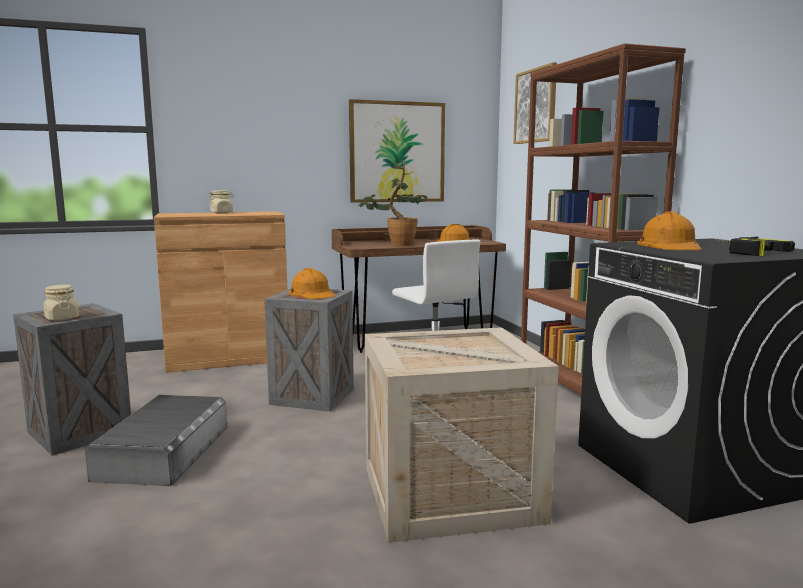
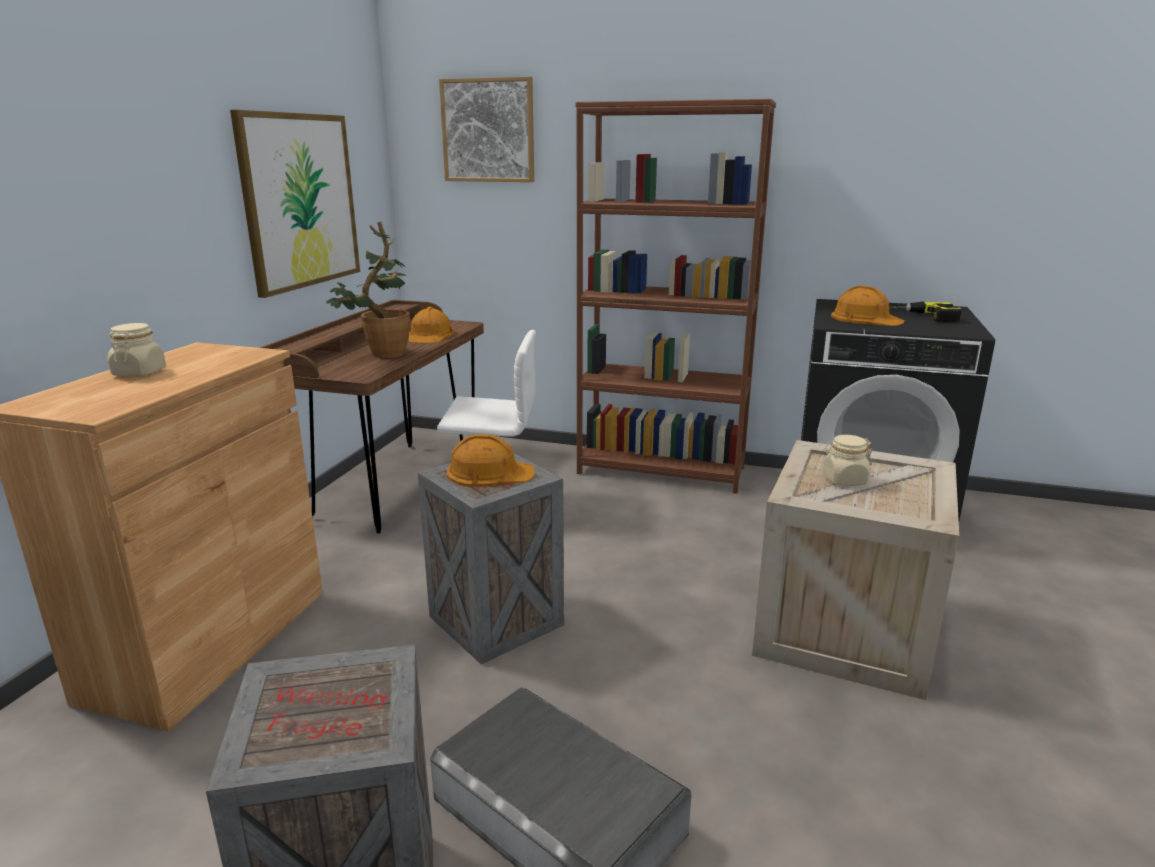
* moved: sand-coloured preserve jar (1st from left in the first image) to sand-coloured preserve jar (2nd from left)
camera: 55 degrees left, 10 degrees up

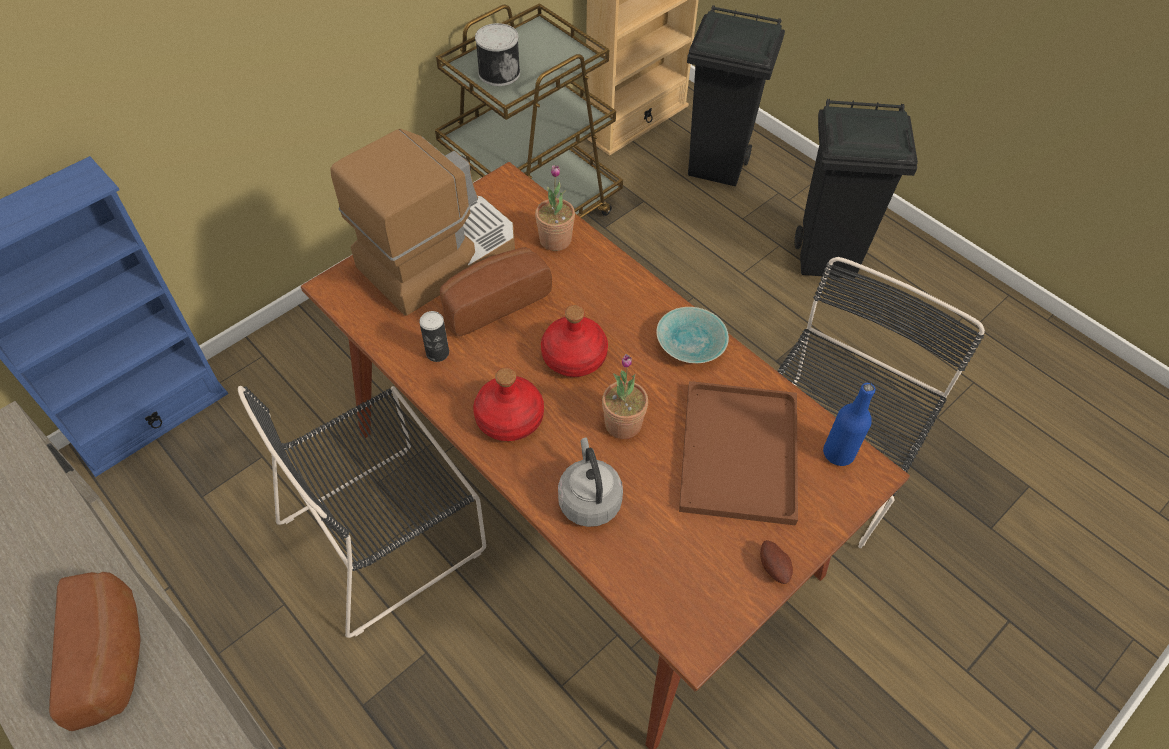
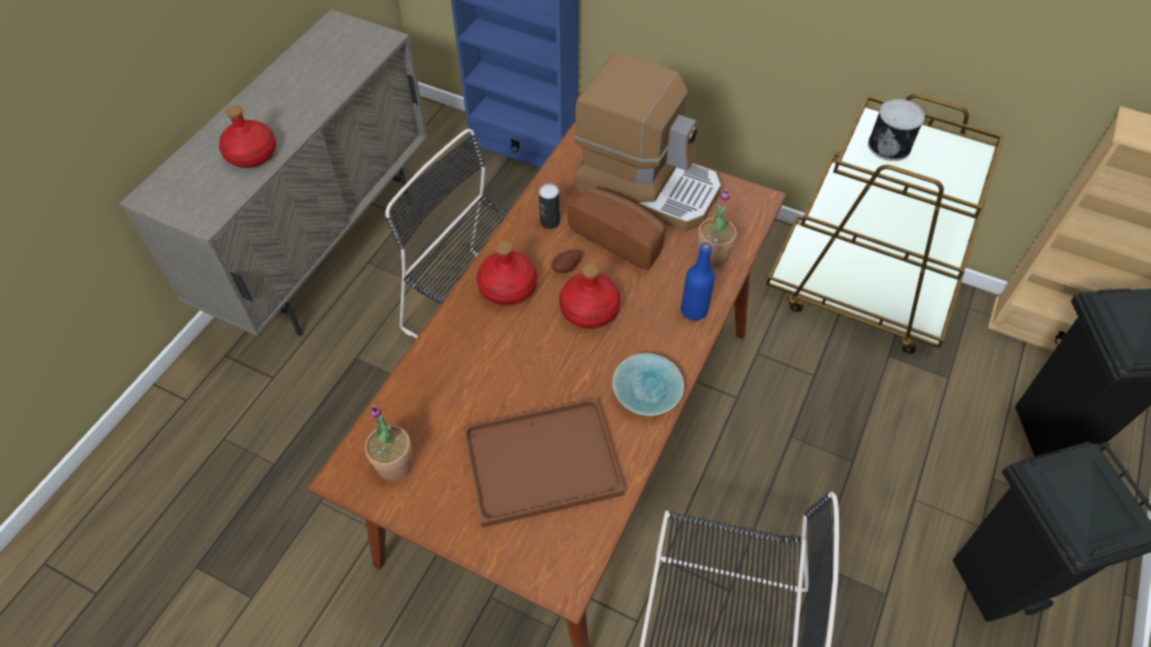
* moved: houseplant (2nd from left in the first image) to houseplant (1st from left)
* moved: bluish beverage bottle
* removed: greyish kettle
* moved: spud
* replaced: bakery bread (1st from left) to red beverage bottle (1st from left)
camera: 70 degrees right, 0 degrees up

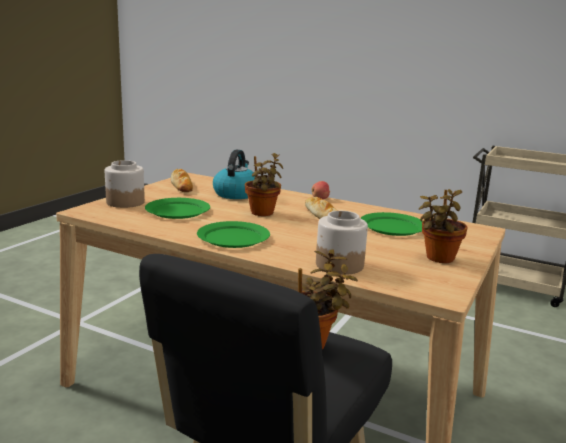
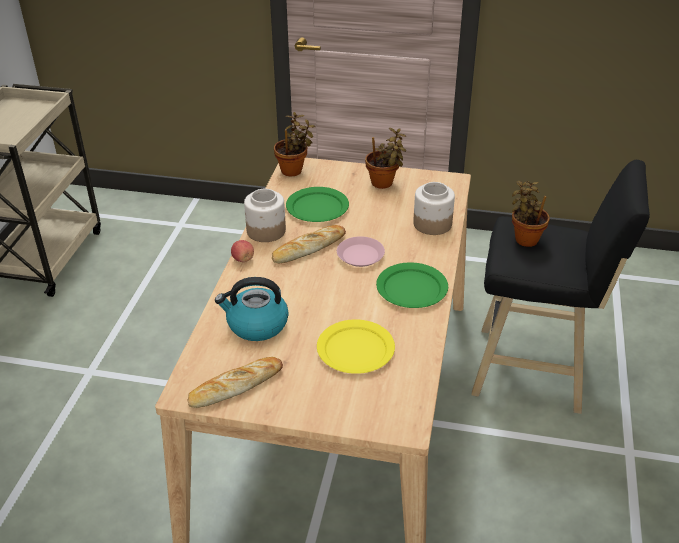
* moved: houseplant (1st from left)
* moved: preserve jar (1st from left)
* recoloured: green-coloured plate (1st from left) to yellow plate
* added: pink-coloured plate
camera: 105 degrees left, 20 degrees up

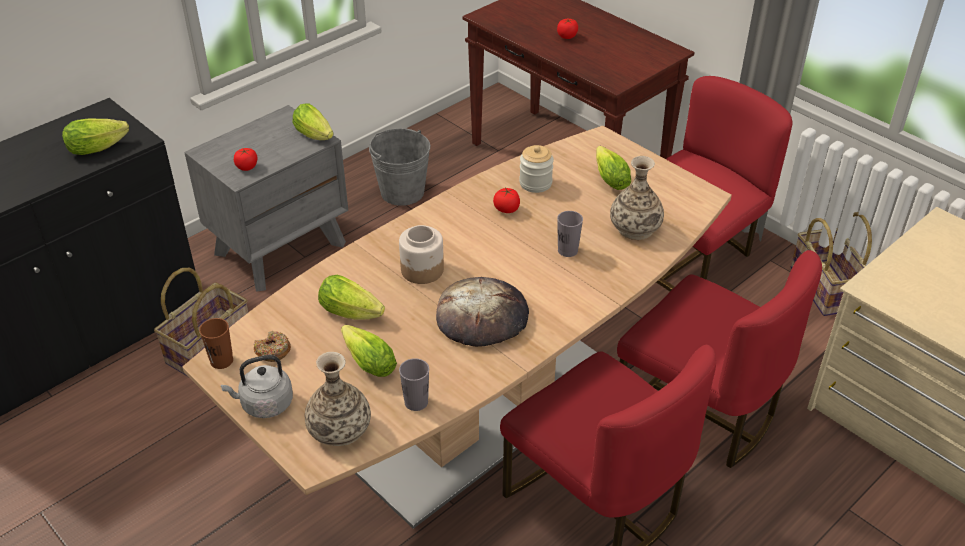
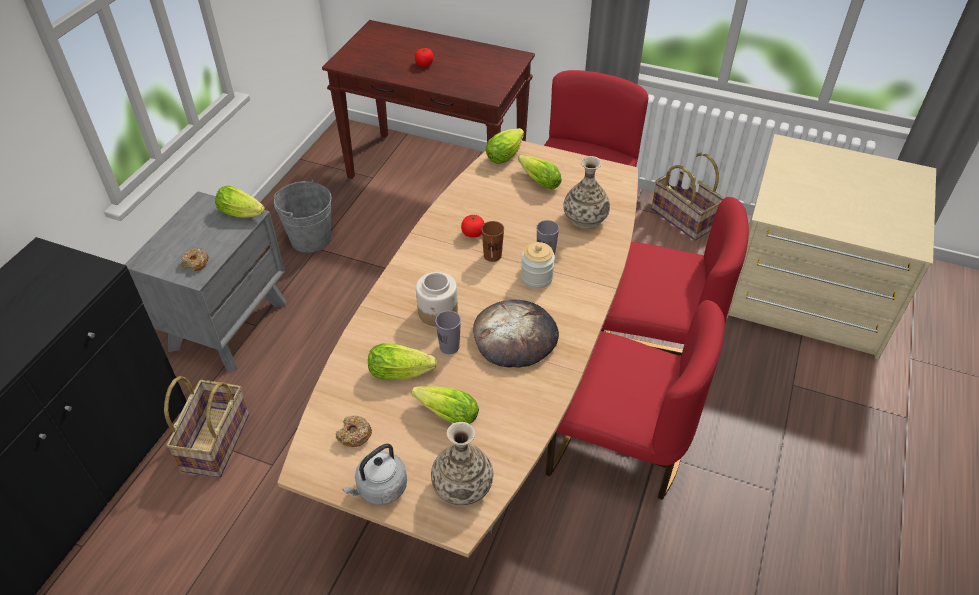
* moved: lettuce head (1st from left in the first image) to lettuce head (4th from left)
* moved: preserve jar (2nd from left)
* replaced: fresh tomato (1st from left) to doughnut (1st from left)
* moved: brown-coloured cup
* moved: greyish cup (1st from left)
camera: 25 degrees left, 5 degrees up

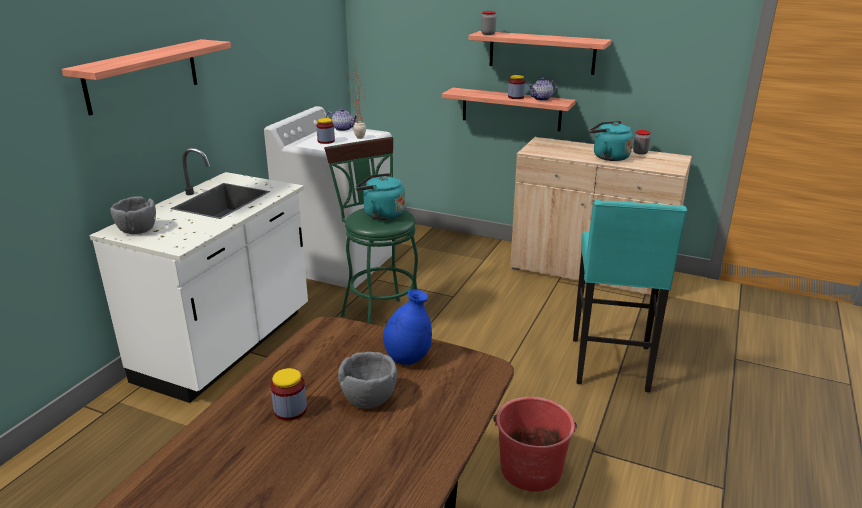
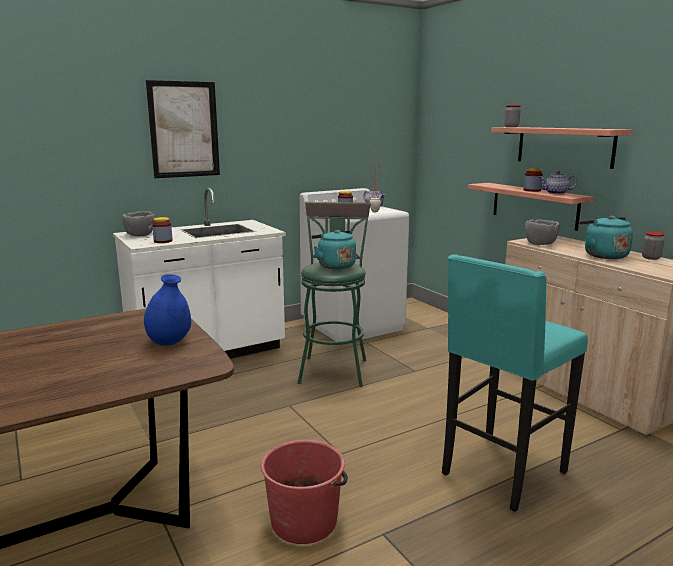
* replaced: bracket shelf (1st from left) to wall picture
* moved: greyish serving bowl (2nd from left)
* moved: preserve jar (1st from left)
camera: 35 degrees right, 10 degrees down

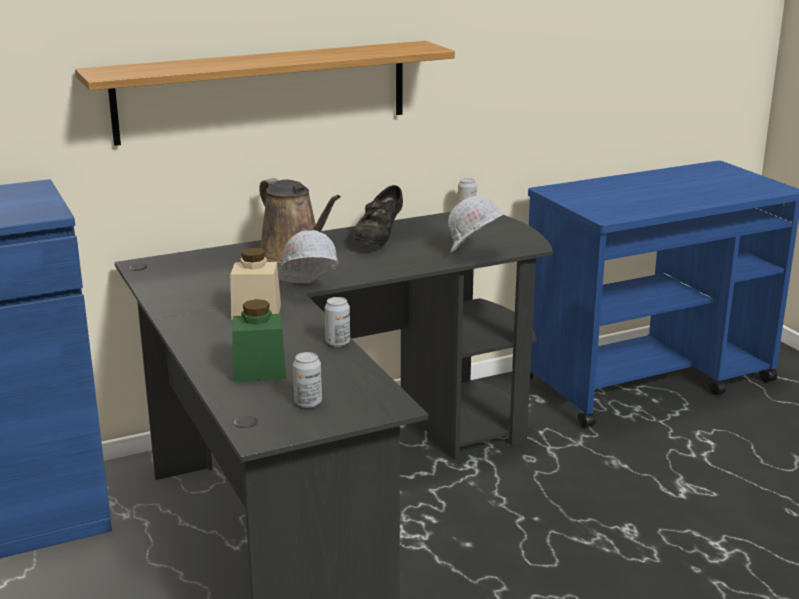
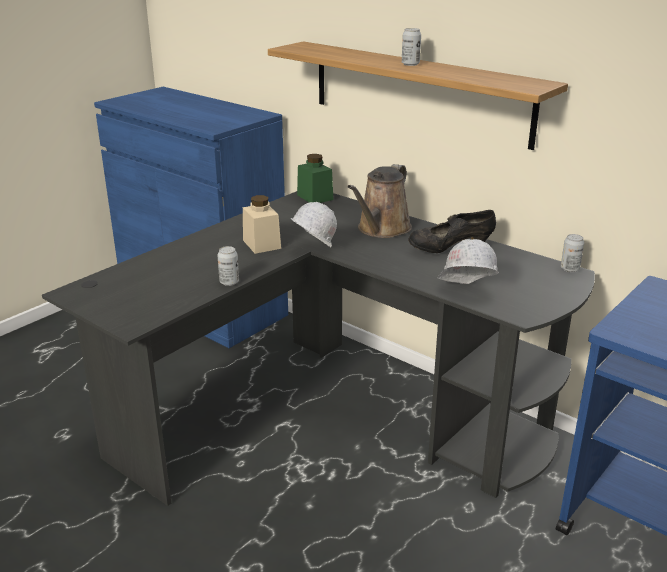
* moved: green-coloured preserve jar
* moved: sealed can (1st from left in the first image) to sealed can (2nd from left)
camera: 65 degrees right, 5 degrees up

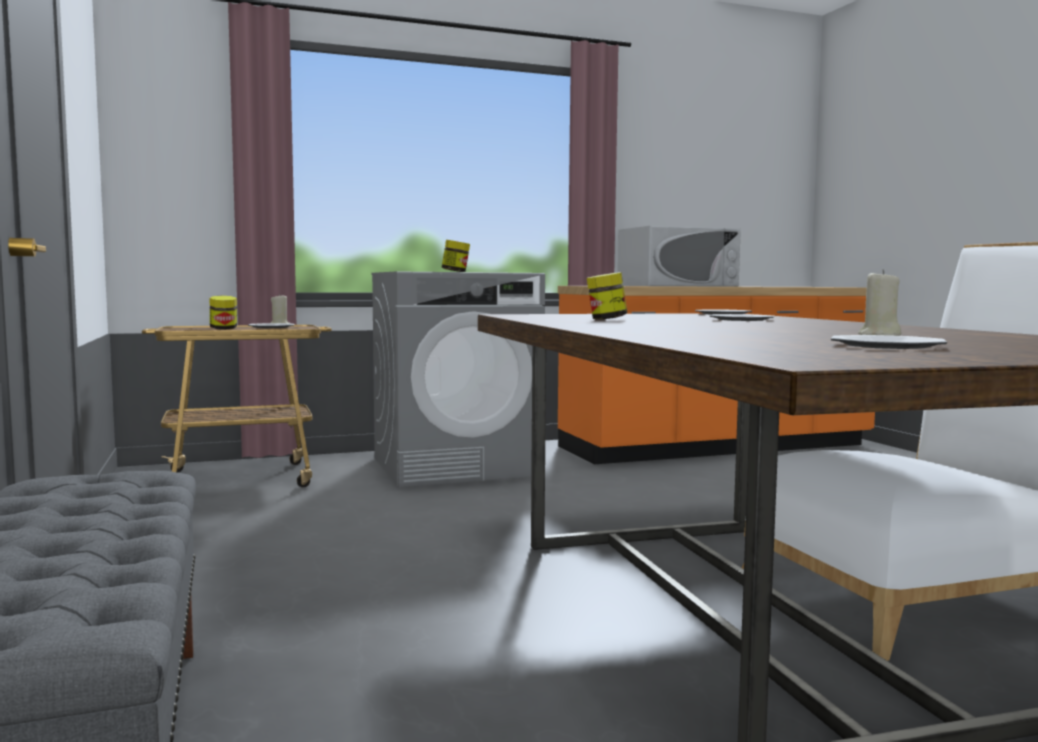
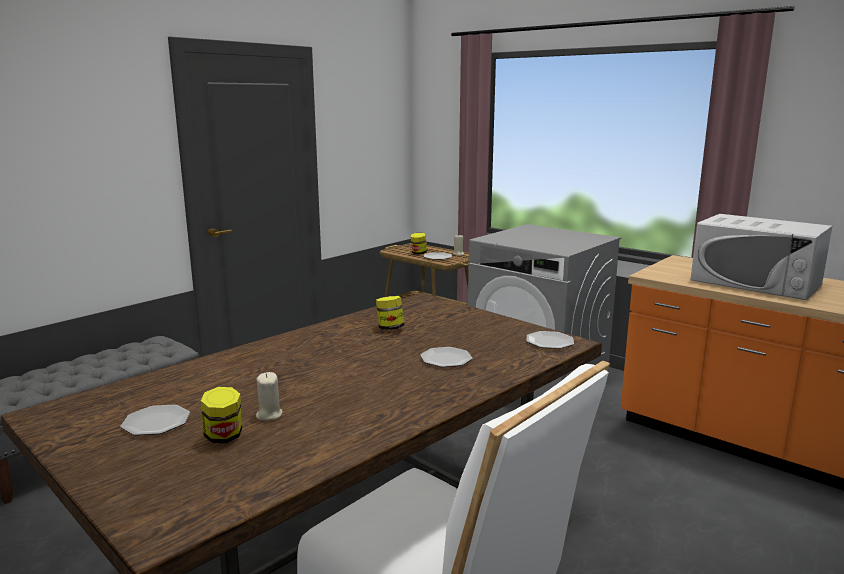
* moved: preserve jar (2nd from left in the first image) to preserve jar (1st from left)
camera: 60 degrees right, 10 degrees up

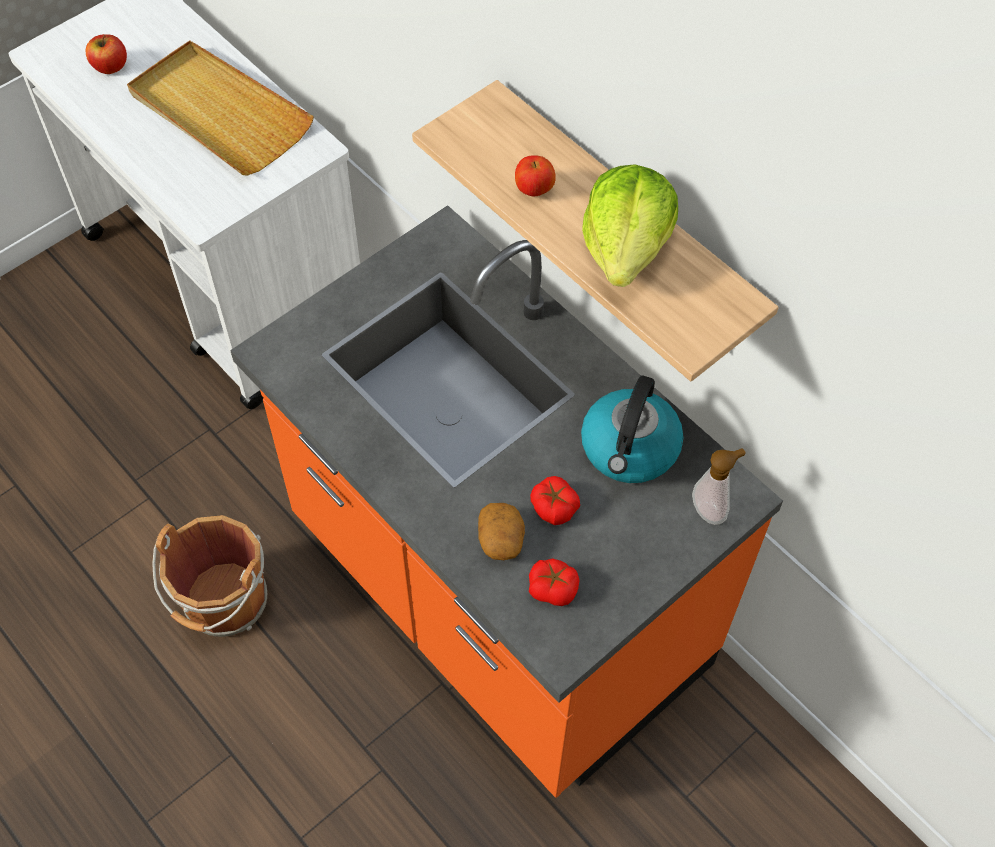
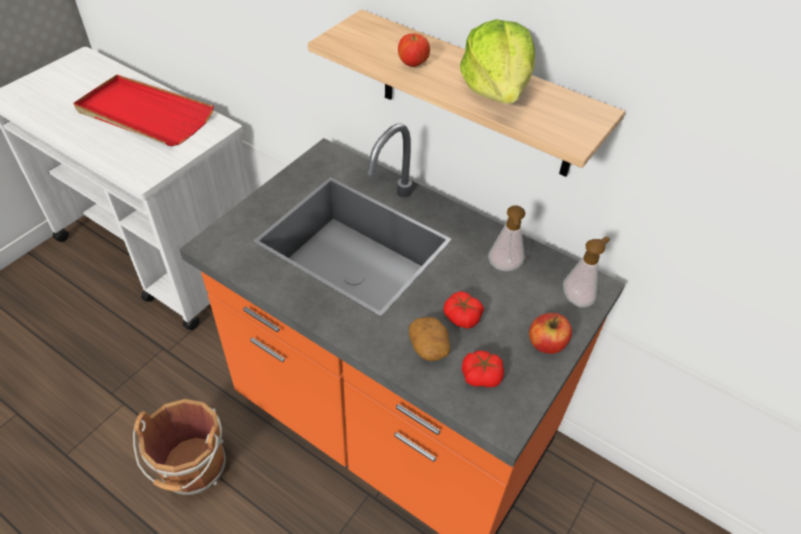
* moved: apple (1st from left in the first image) to apple (2nd from left)
* recoloured: sand-coloured carrying tray to red carrying tray
* replaced: kettle to soap bottle (1st from left)
camera: 15 degrees left, 10 degrees down

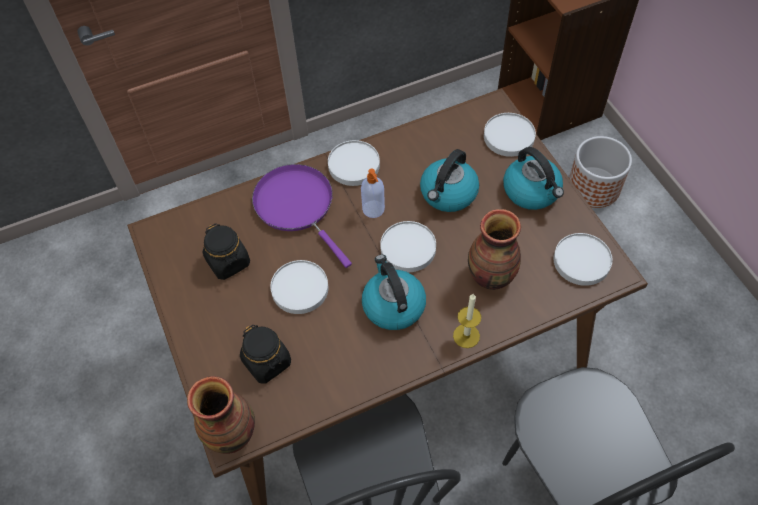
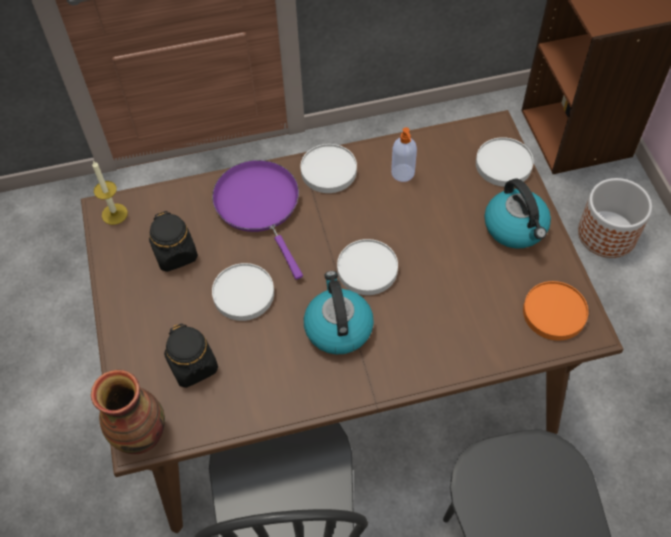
* removed: kettle (2nd from left)
* moved: soap bottle
* removed: vase (2nd from left)
* recoloured: white-coloured plate (5th from left) to orangey plate
* moved: candle
camera: 10 degrees right, 0 degrees up

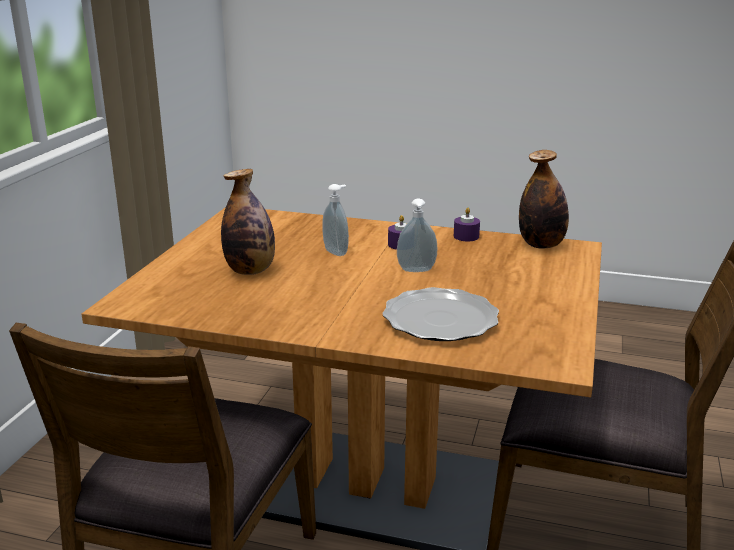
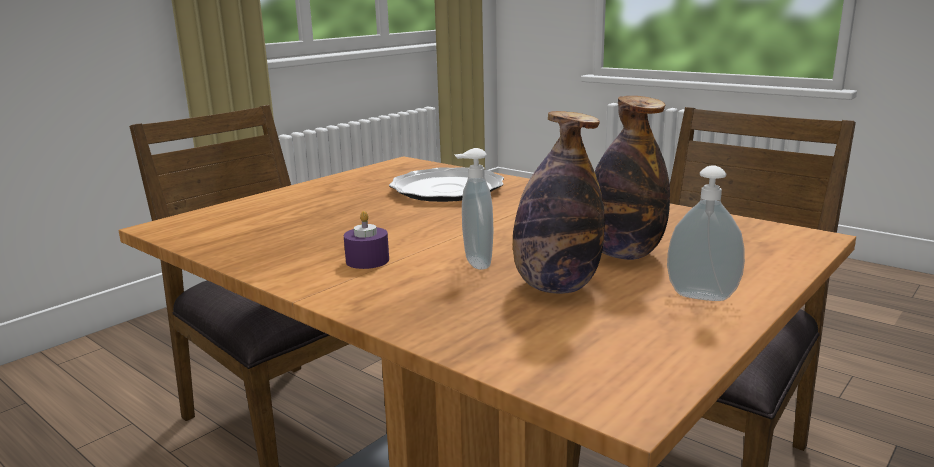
* moved: beverage bottle (2nd from left in the first image) to beverage bottle (1st from left)
* moved: soap bottle (2nd from left)
* removed: purplish candle (2nd from left)
camera: 155 degrees left, 5 degrees down

